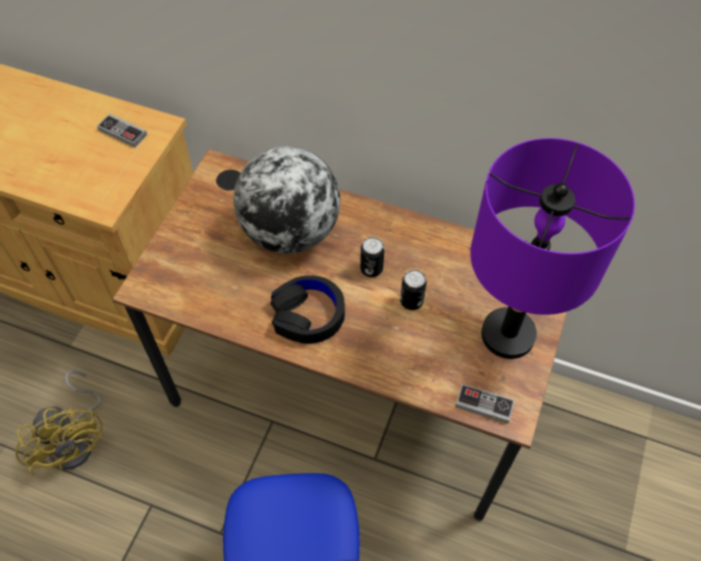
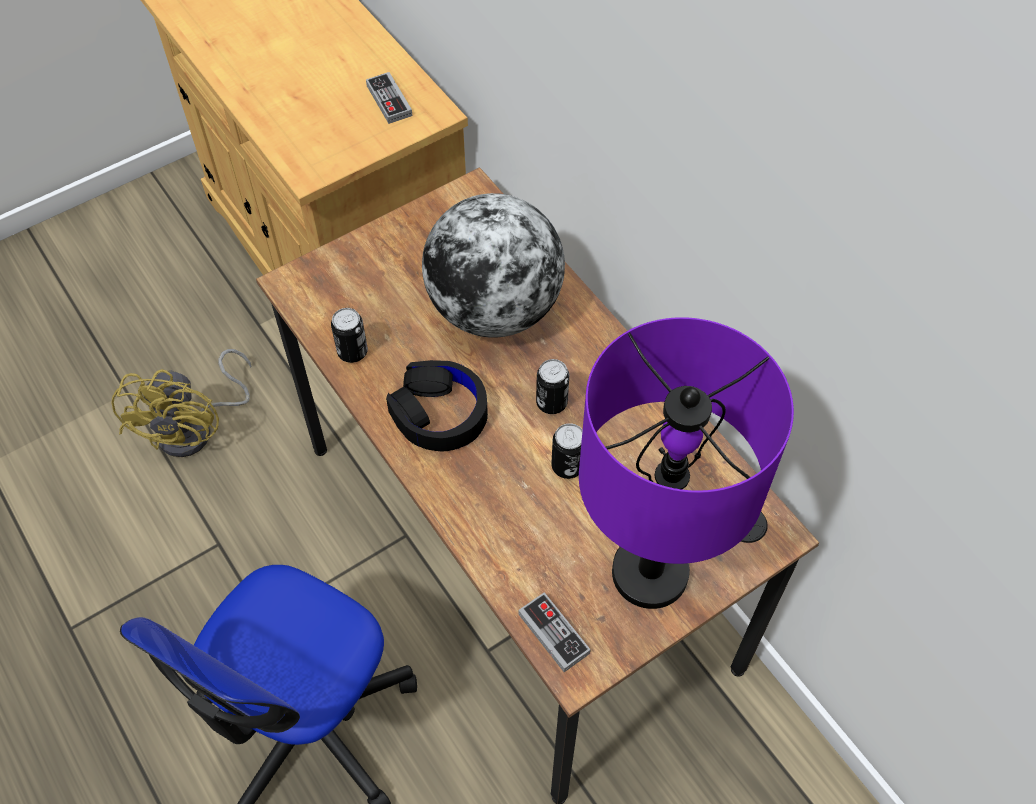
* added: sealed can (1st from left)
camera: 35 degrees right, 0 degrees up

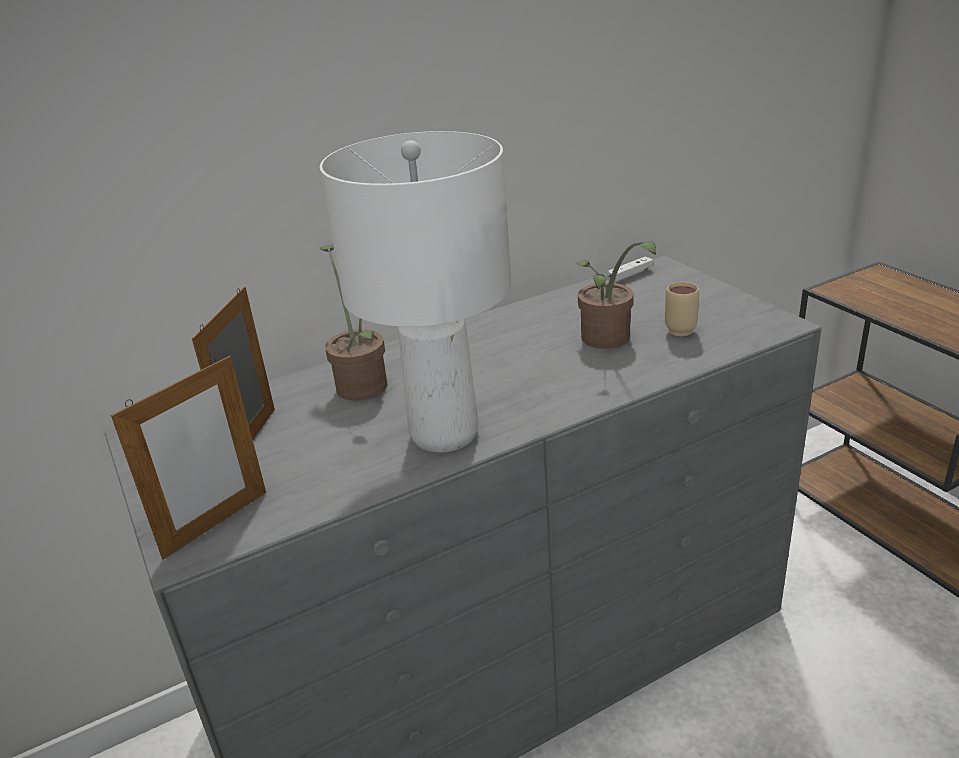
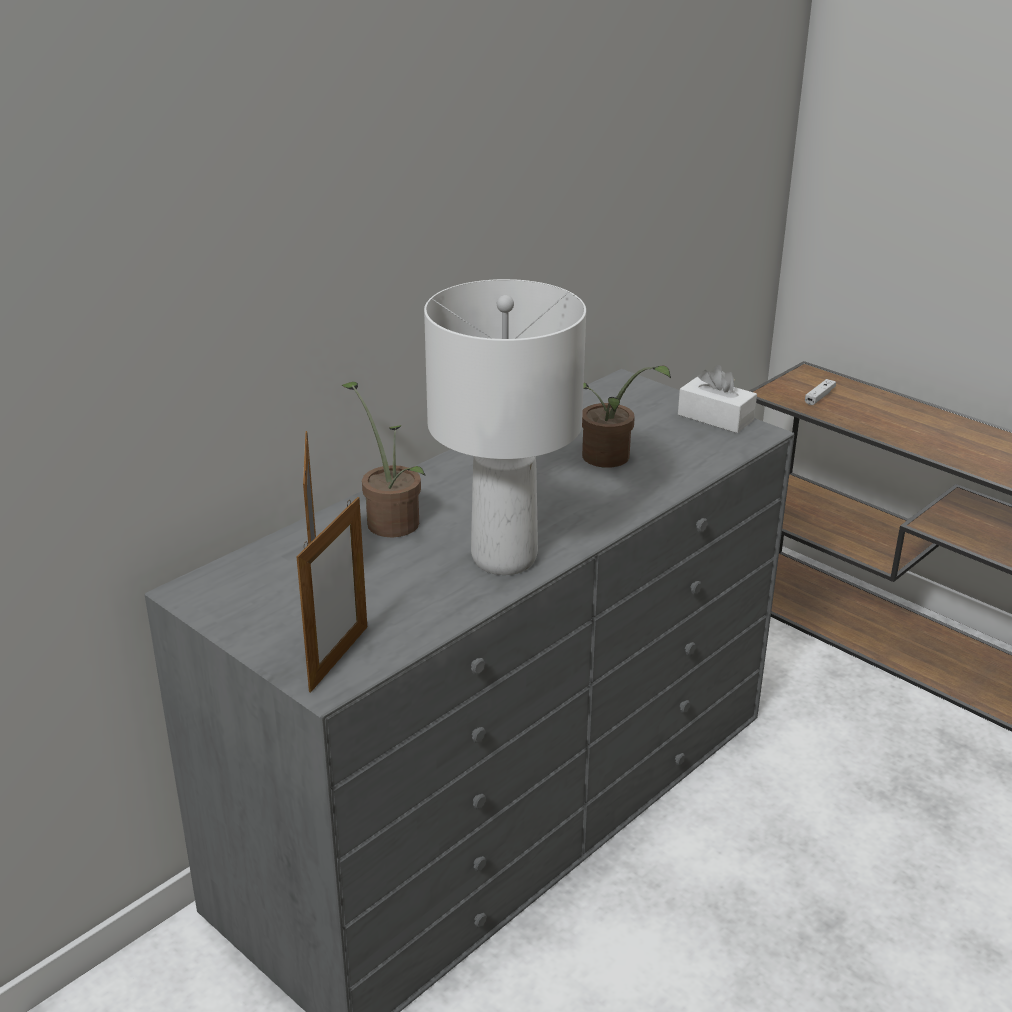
* moved: white-coloured joypad
* removed: sand-coloured mug
* added: white-coloured tissue holder
camera: 20 degrees left, 0 degrees up

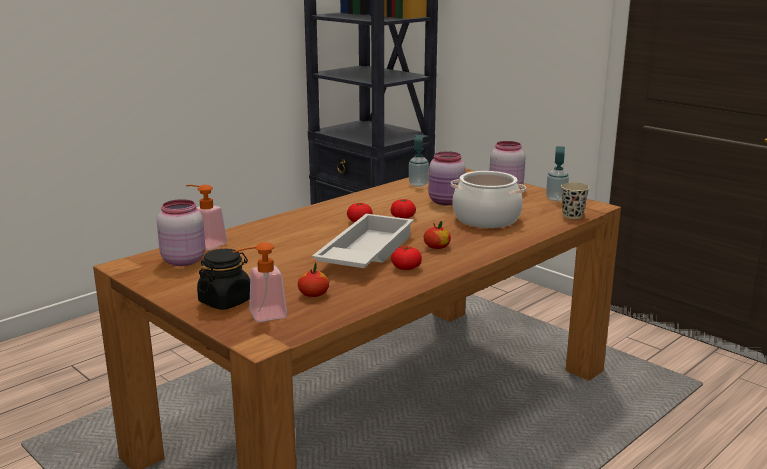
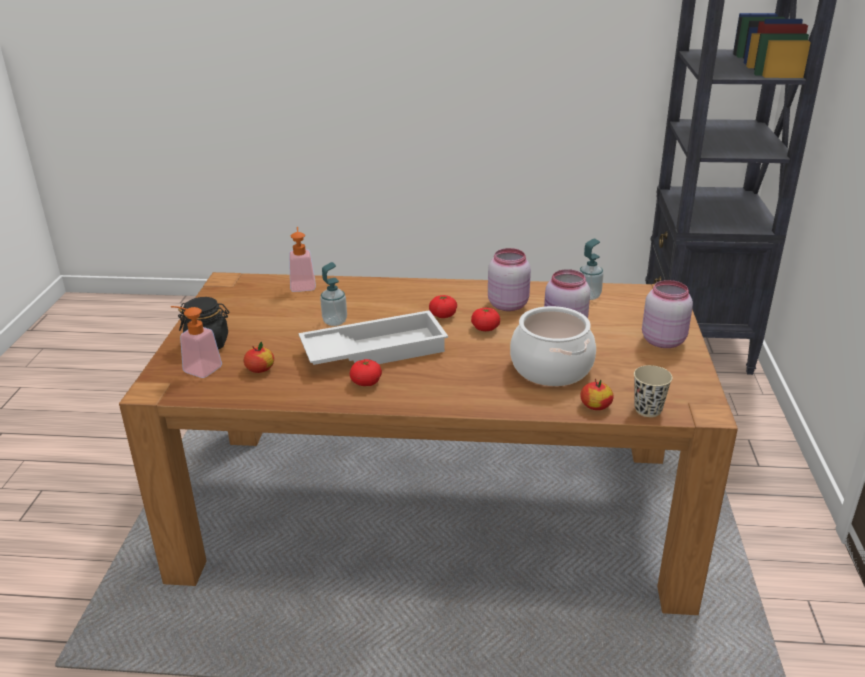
* moved: soap bottle (4th from left in the first image) to soap bottle (3rd from left)
* moved: pink-coloured preserve jar (1st from left)
* moved: apple (2nd from left)
camera: 50 degrees right, 10 degrees up

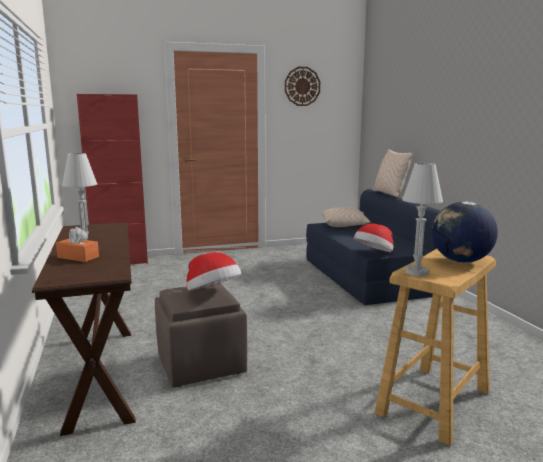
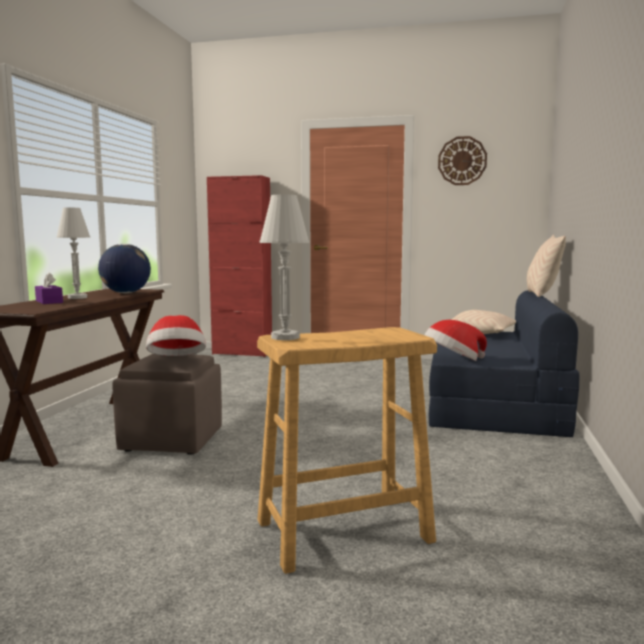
* moved: world globe
* recoloured: orangey tissue holder to purplish tissue holder
camera: 30 degrees right, 5 degrees down

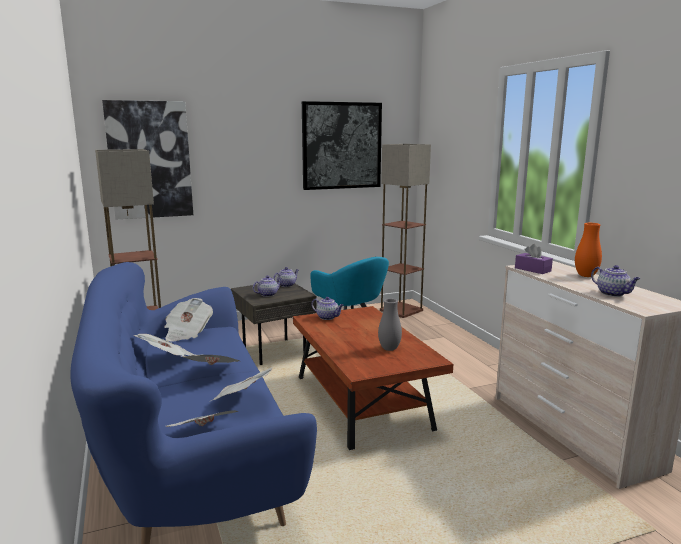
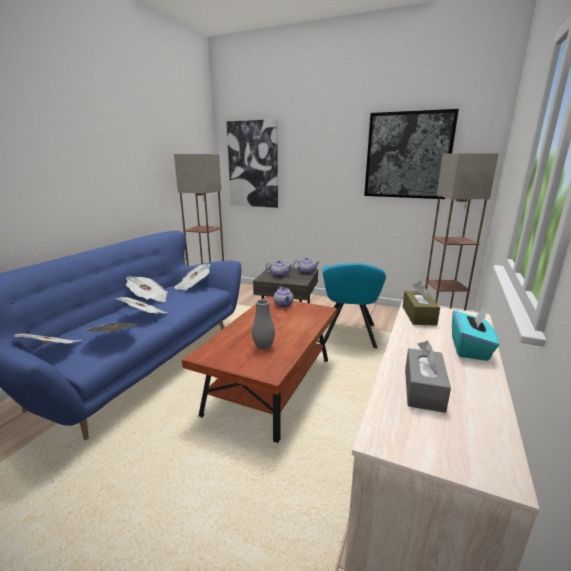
* replaced: orangey vase to blue-green tissue holder
* recoloured: purplish tissue holder to brown-coloured tissue holder
* replaced: teapot (4th from left) to greyish tissue holder
camera: 45 degrees right, 5 degrees up

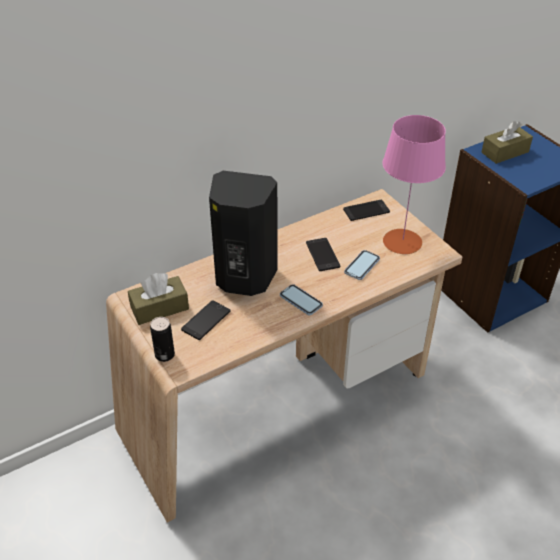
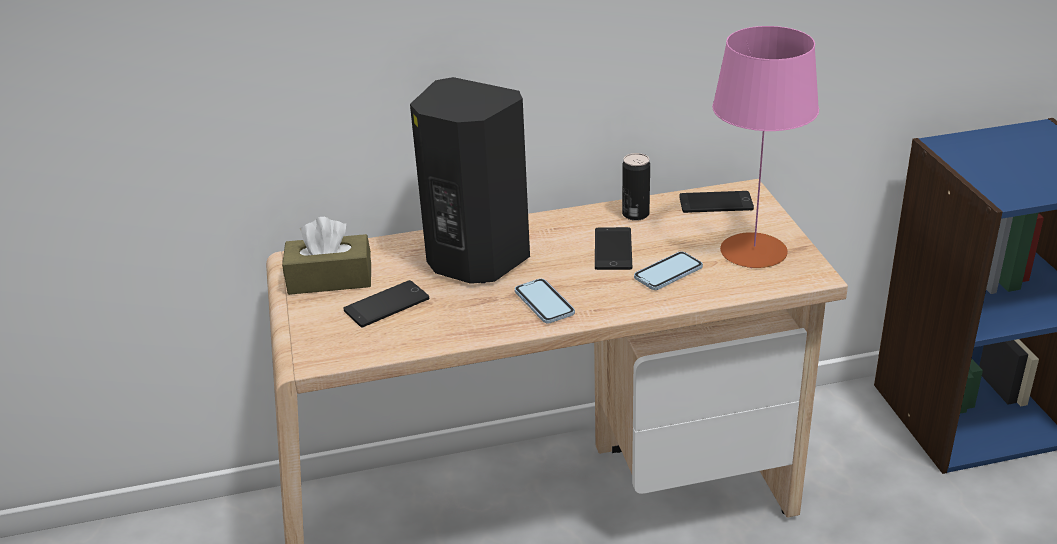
* removed: brown-coloured tissue holder (2nd from left)
* moved: sealed can
camera: 20 degrees right, 10 degrees down

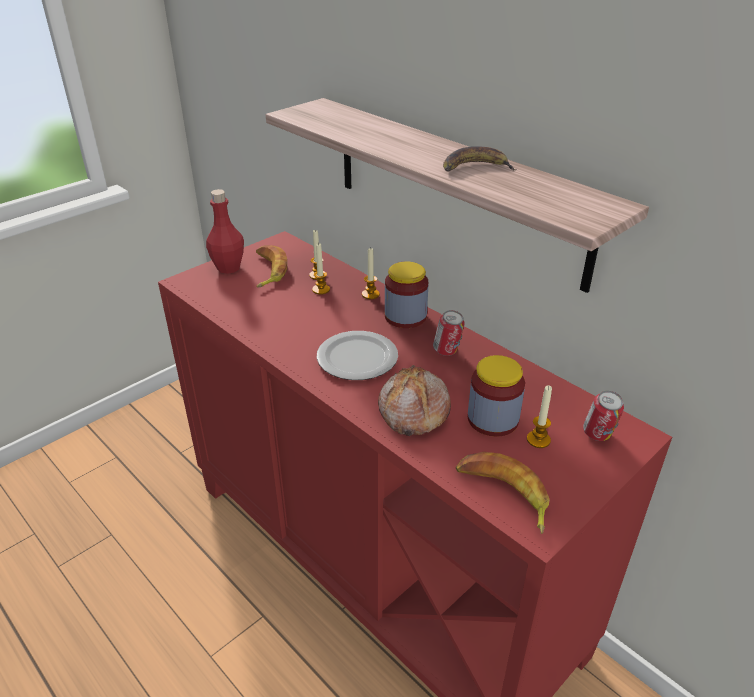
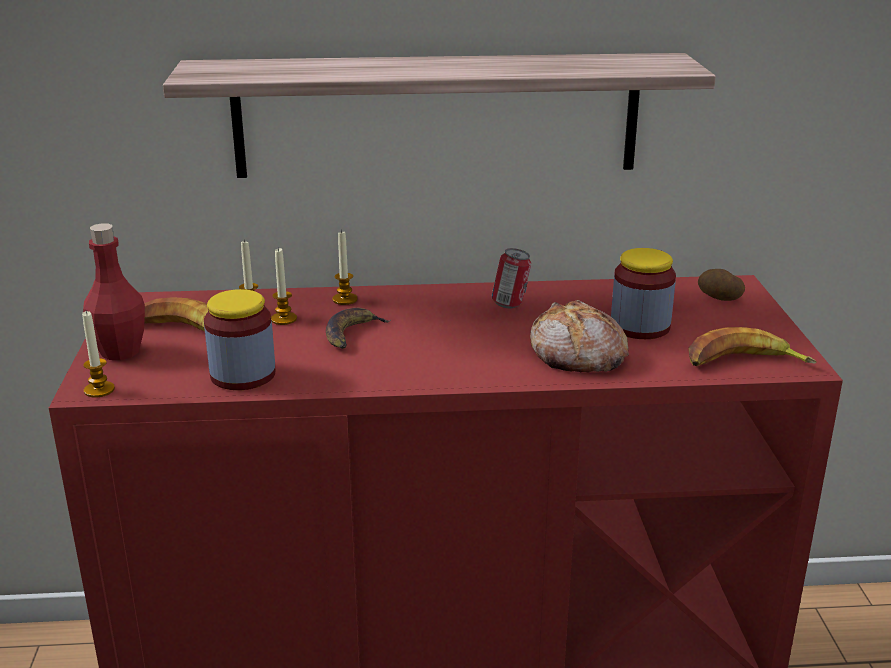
* moved: whole banana (2nd from left)
* moved: preserve jar (1st from left)
* removed: plate
* moved: candle (4th from left in the first image) to candle (1st from left)
* replaced: sealed can (2nd from left) to spud
camera: 50 degrees left, 10 degrees down

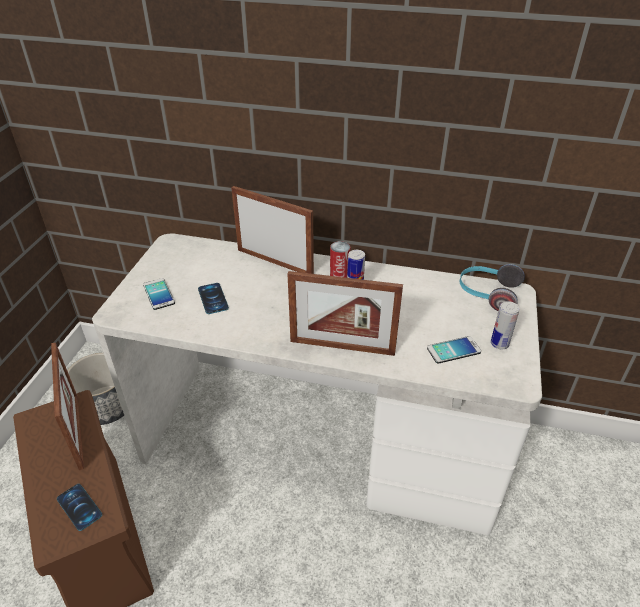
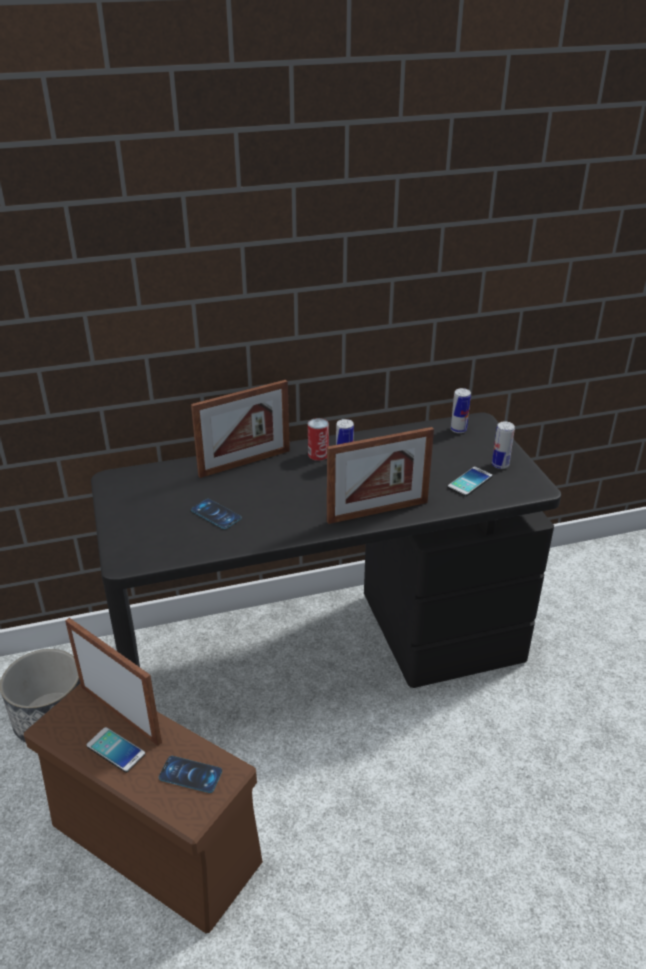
* turned: standing frame (2nd from left) 150 degrees clockwise
* recoloured: white-coloured desk table to blackish desk table
* replaced: headset to sealed can (3rd from left)
* moved: phone (2nd from left in the first image) to phone (1st from left)
camera: 30 degrees left, 5 degrees down

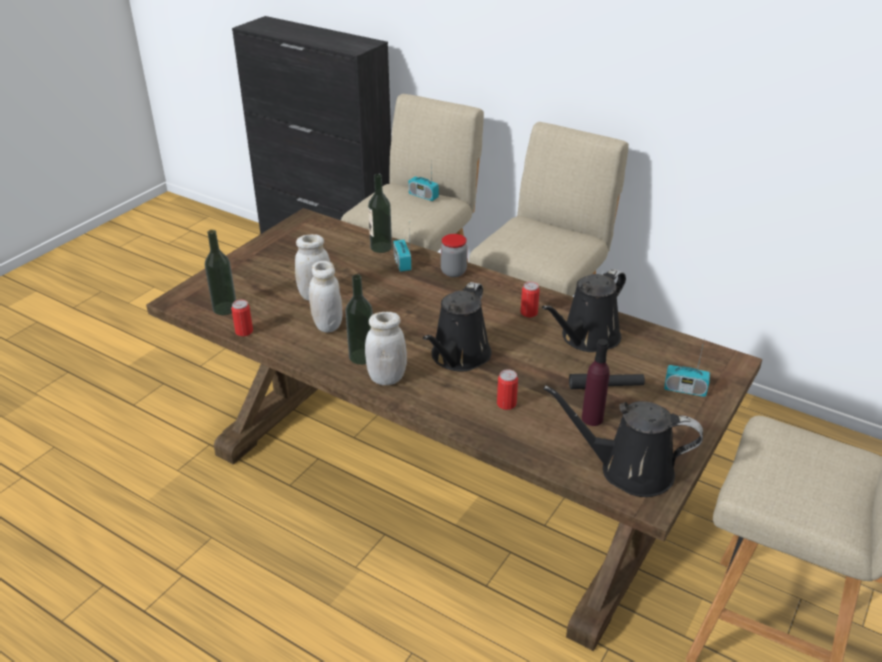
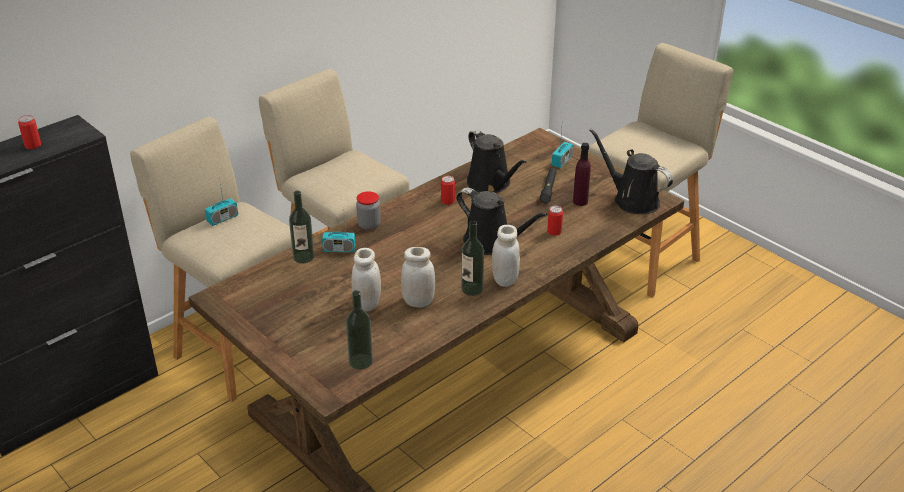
* moved: sealed can (1st from left)
* turned: blackish watering can (3rd from left) 105 degrees clockwise
camera: 75 degrees left, 0 degrees up

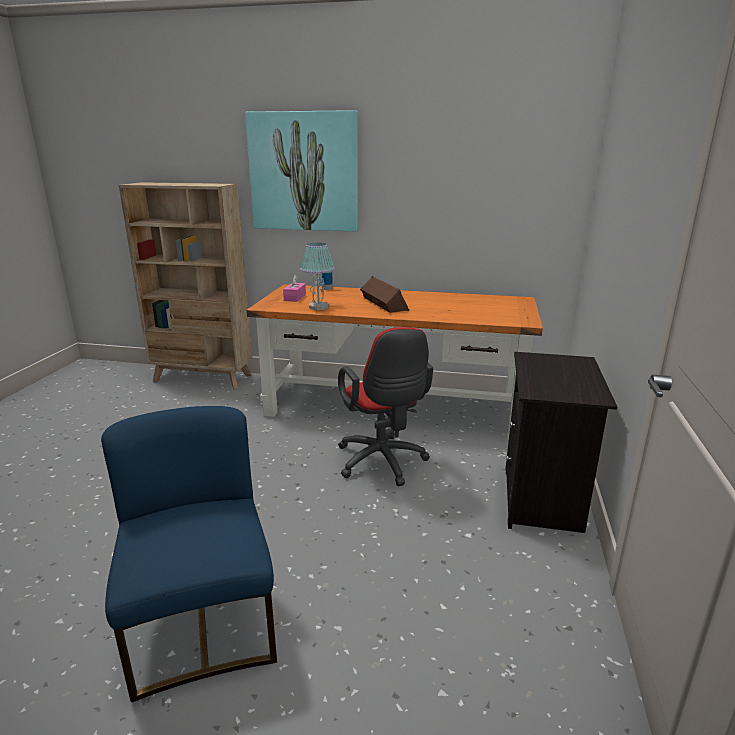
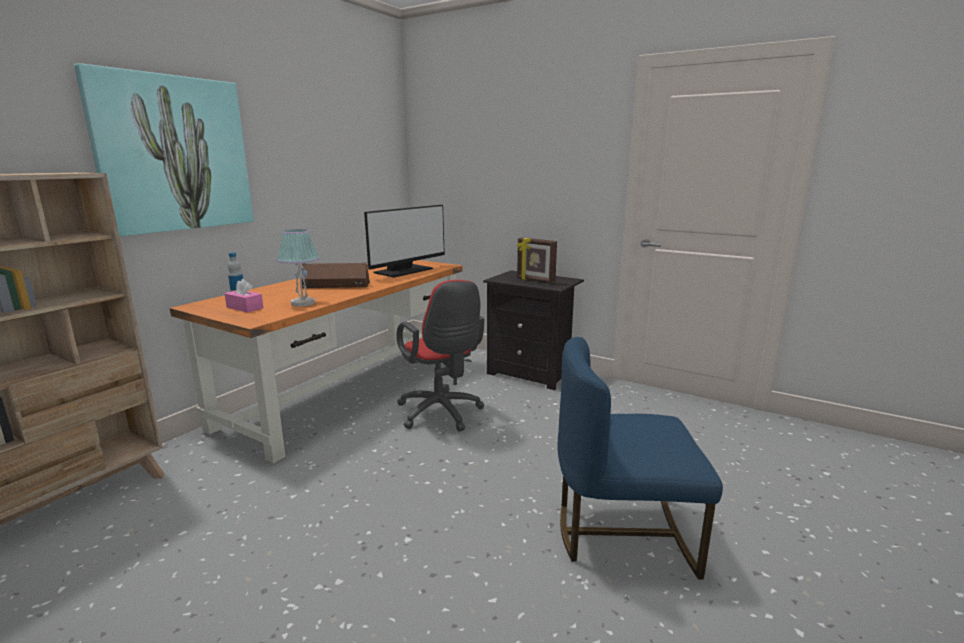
* turned: red office chair 60 degrees clockwise
* added: computer display
* added: standing frame
camera: 70 degrees left, 5 degrees down

